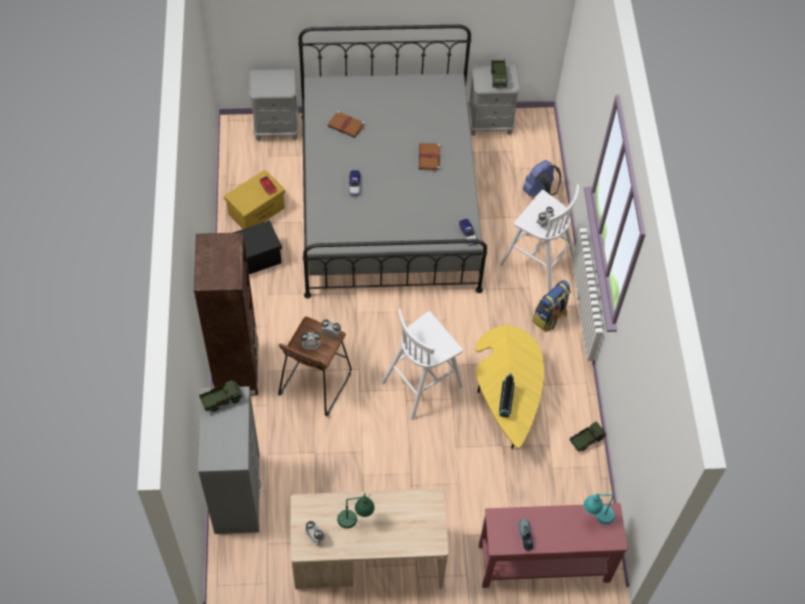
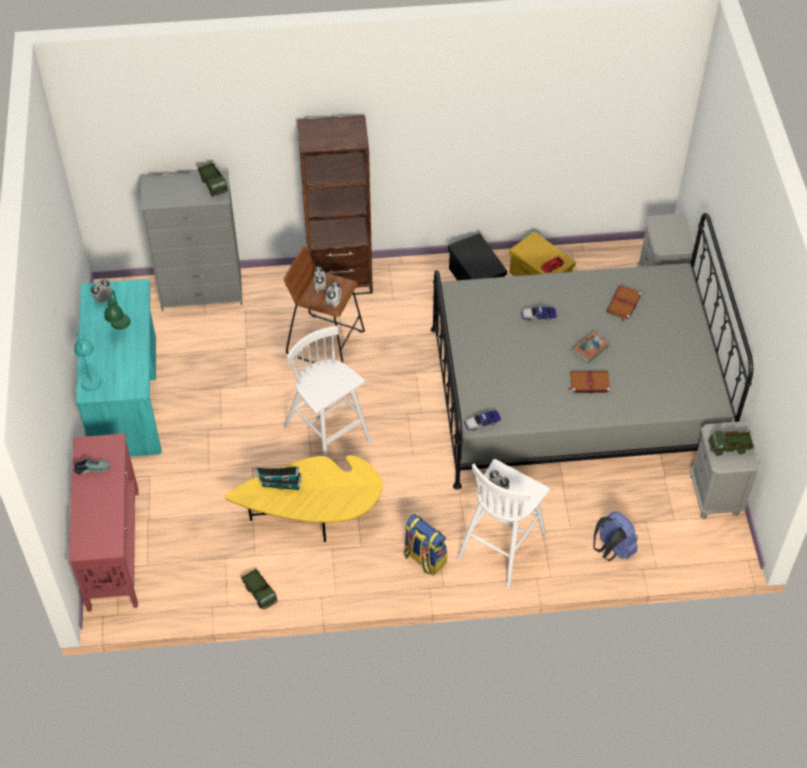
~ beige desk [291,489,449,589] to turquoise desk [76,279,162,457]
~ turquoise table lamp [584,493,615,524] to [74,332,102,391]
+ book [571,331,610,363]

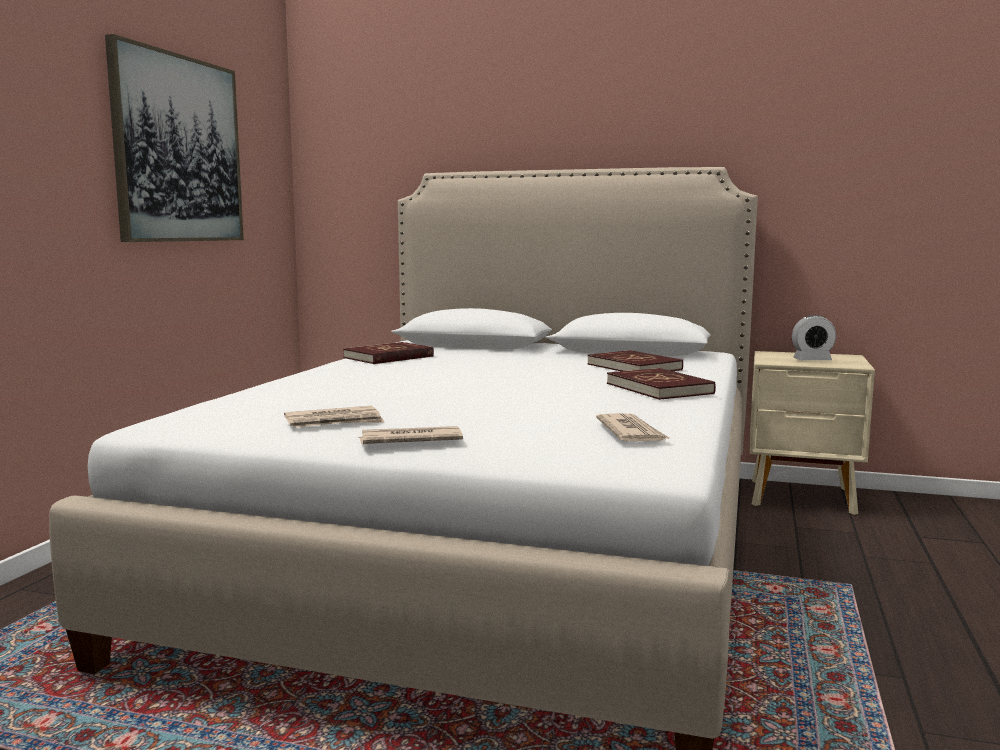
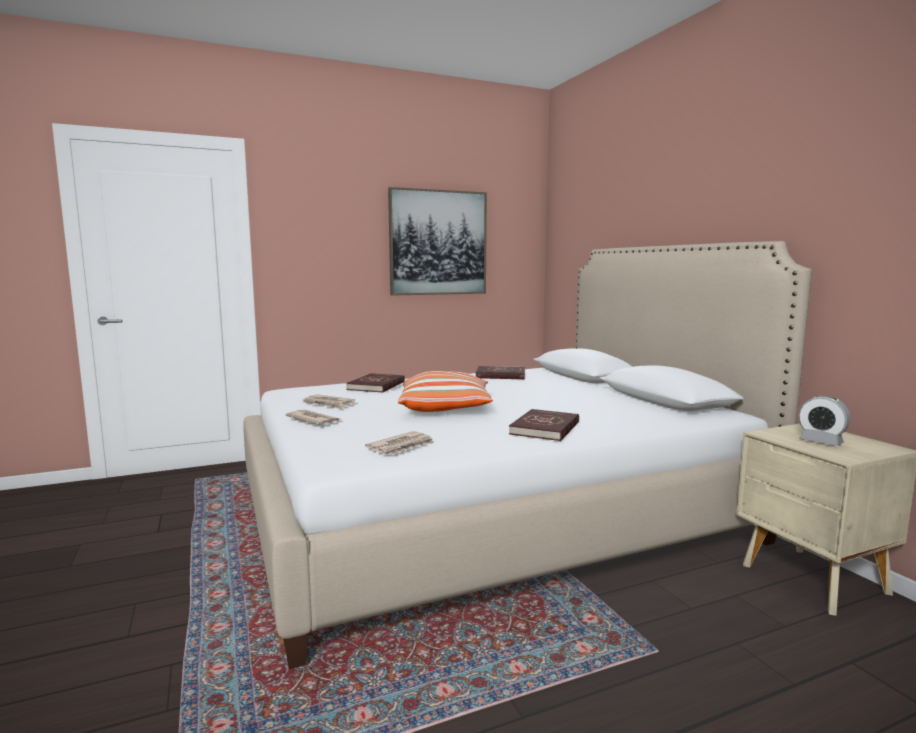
~ red book [587,350,683,371] to [346,373,405,393]
+ pillow [398,371,493,412]

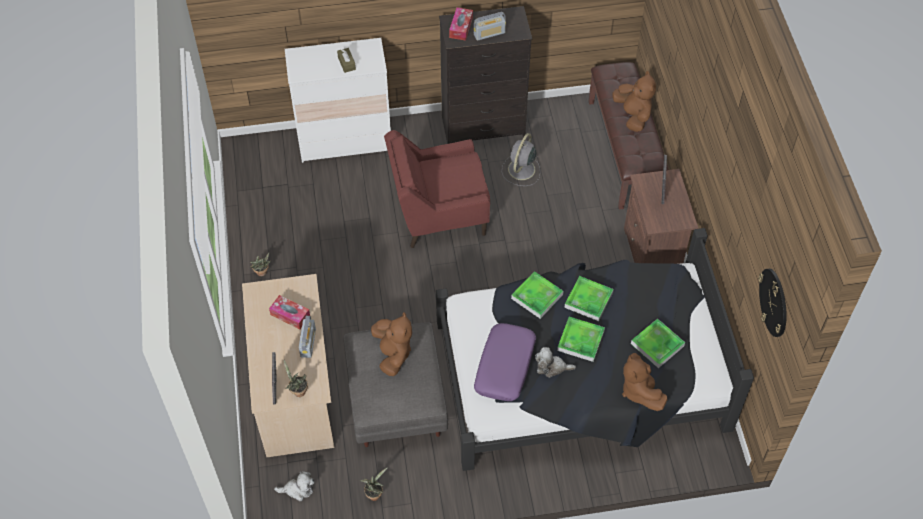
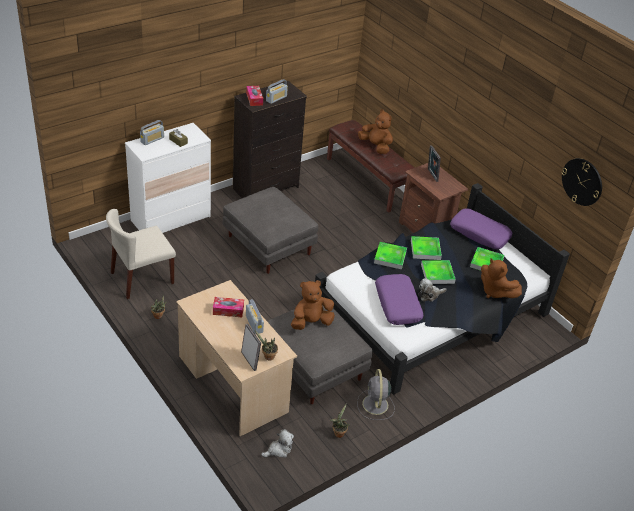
~ brown plush toy [371,312,412,376] = [291,280,335,330] 75 degrees counterclockwise
~ red armchair [384,130,490,248] to grey ottoman [223,187,318,274]
~ grey fan [502,133,540,186] to [357,369,395,420]
+ beige chair [106,209,176,299]
+ radio [140,120,164,145]
+ purple pillow [450,208,512,249]

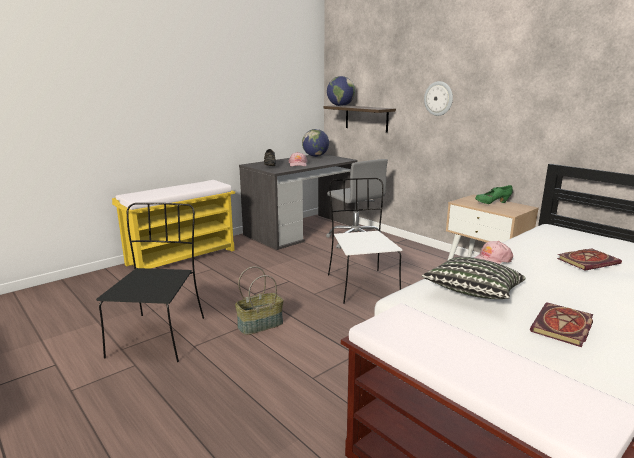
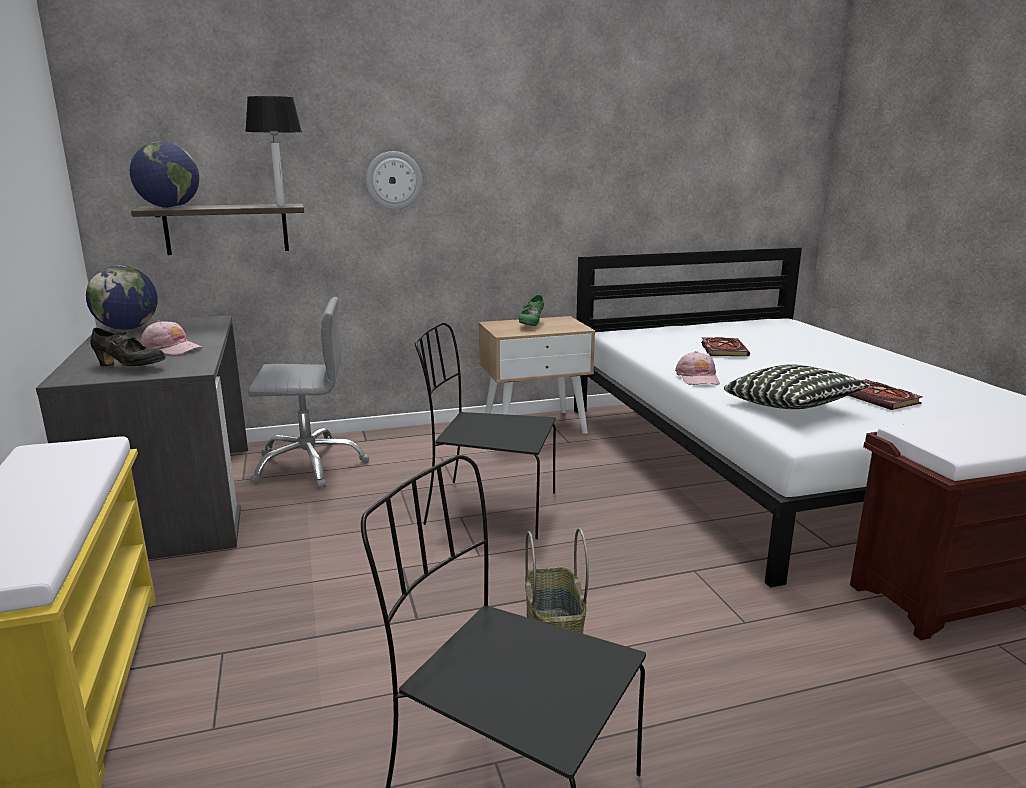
~ white chair [328,178,403,304] to black chair [415,323,556,539]
+ table lamp [245,96,302,206]

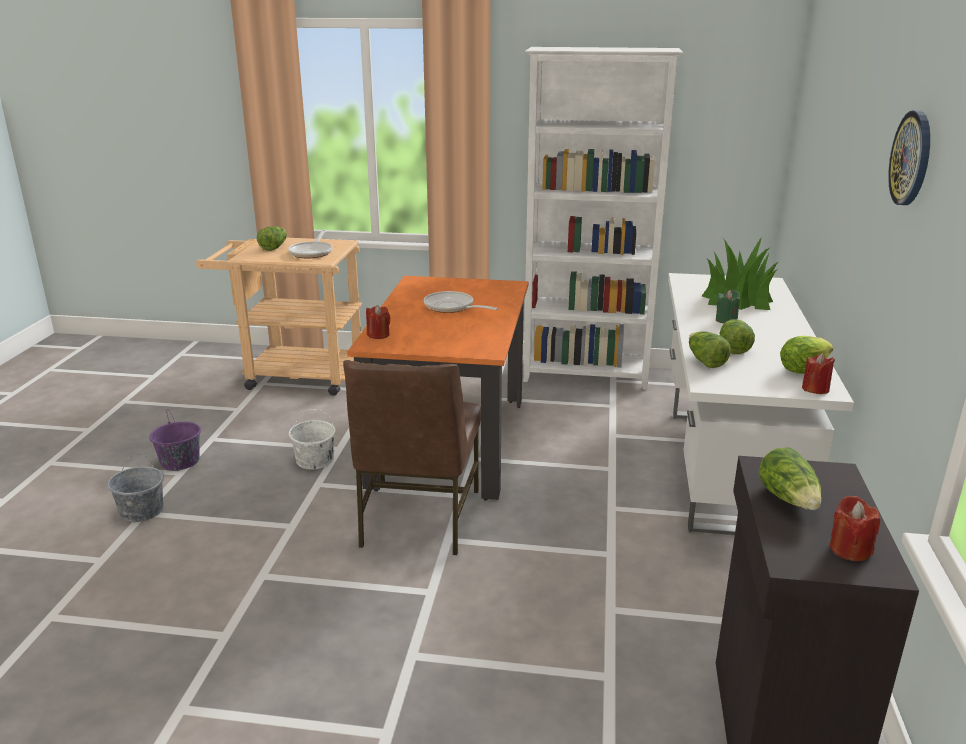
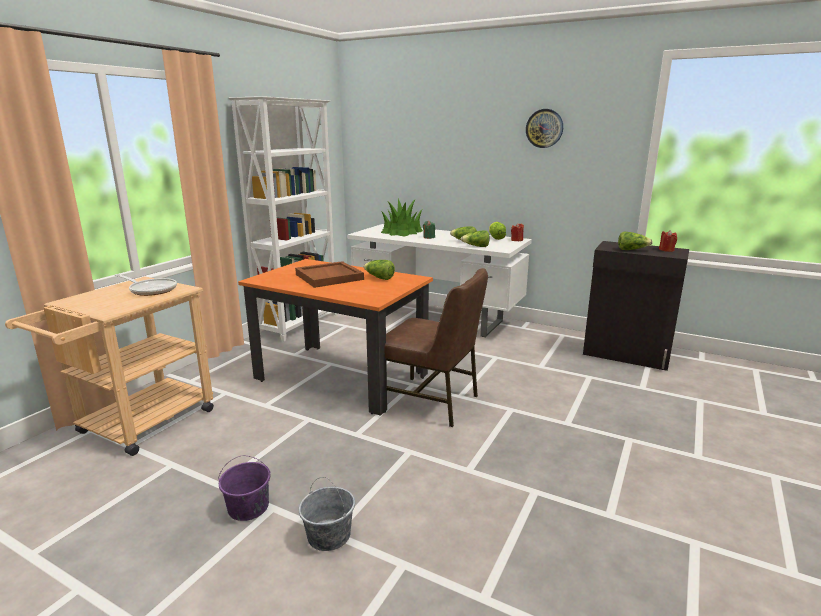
~ lettuce [257,226,287,251] to [363,260,395,280]
- white bucket [289,409,336,469]
- red candle [366,305,391,339]
~ frying pan [424,291,498,313] to brown tray [295,261,364,288]

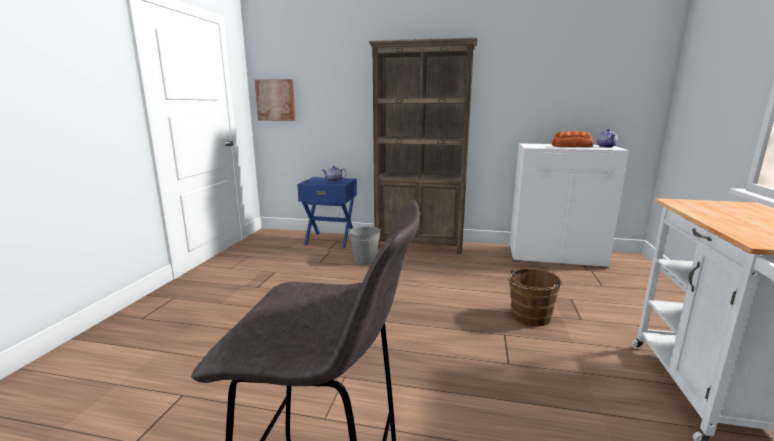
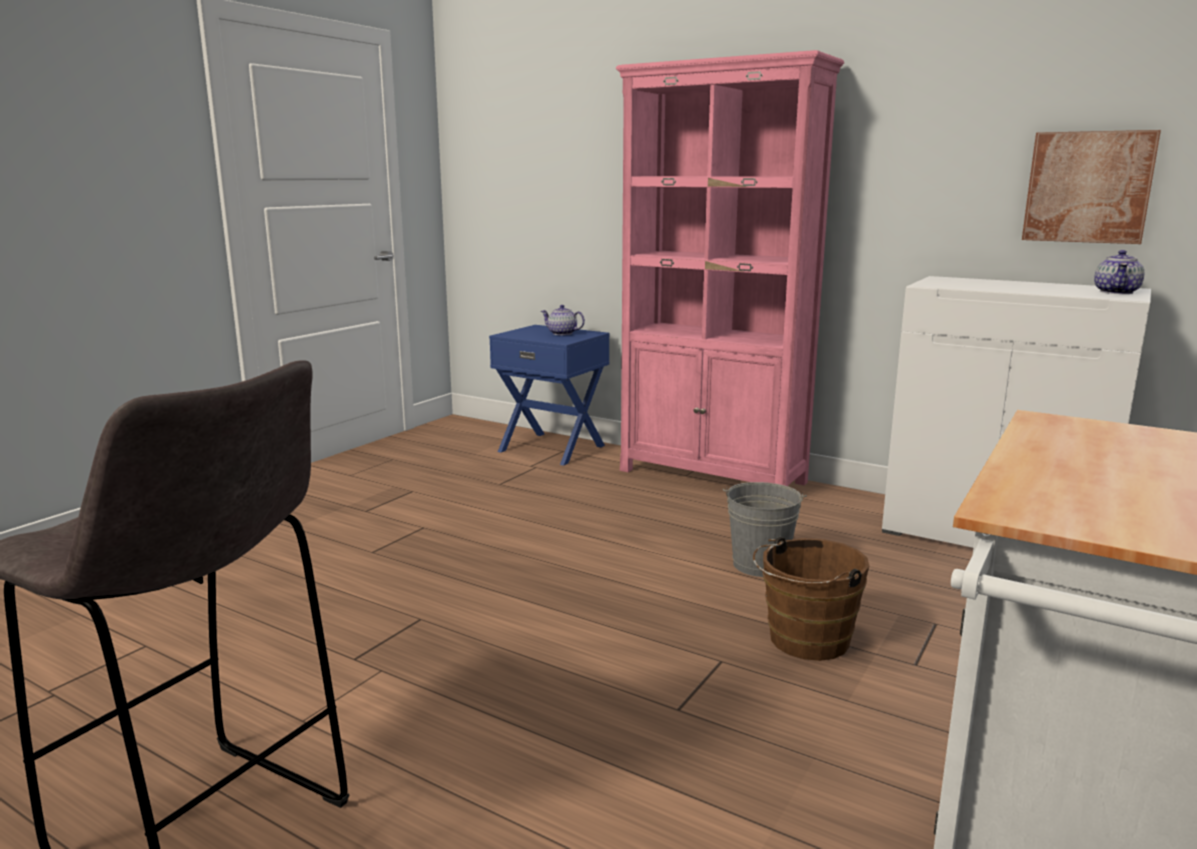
~ picture [255,79,296,121] to [1022,130,1161,244]
~ grey bucket [347,226,382,265] to [723,482,807,577]
~ brown bookcase [369,37,477,254] to pink bookcase [616,50,844,486]
- bread [552,131,593,147]

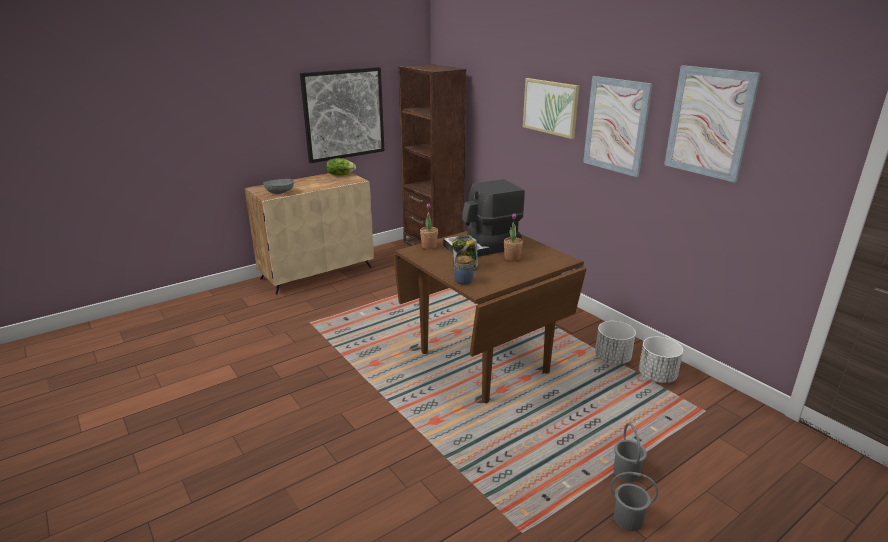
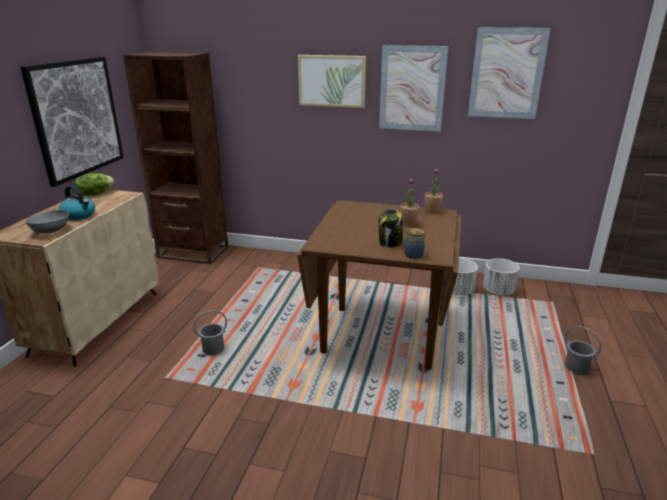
~ potted plant [420,204,438,249] to [425,168,443,214]
- coffee machine [443,179,525,257]
~ grey bucket [610,472,658,531] to [193,310,227,355]
+ kettle [59,185,95,220]

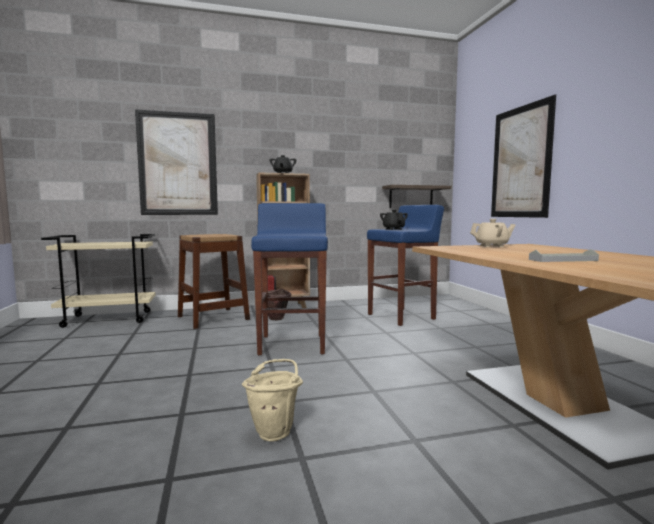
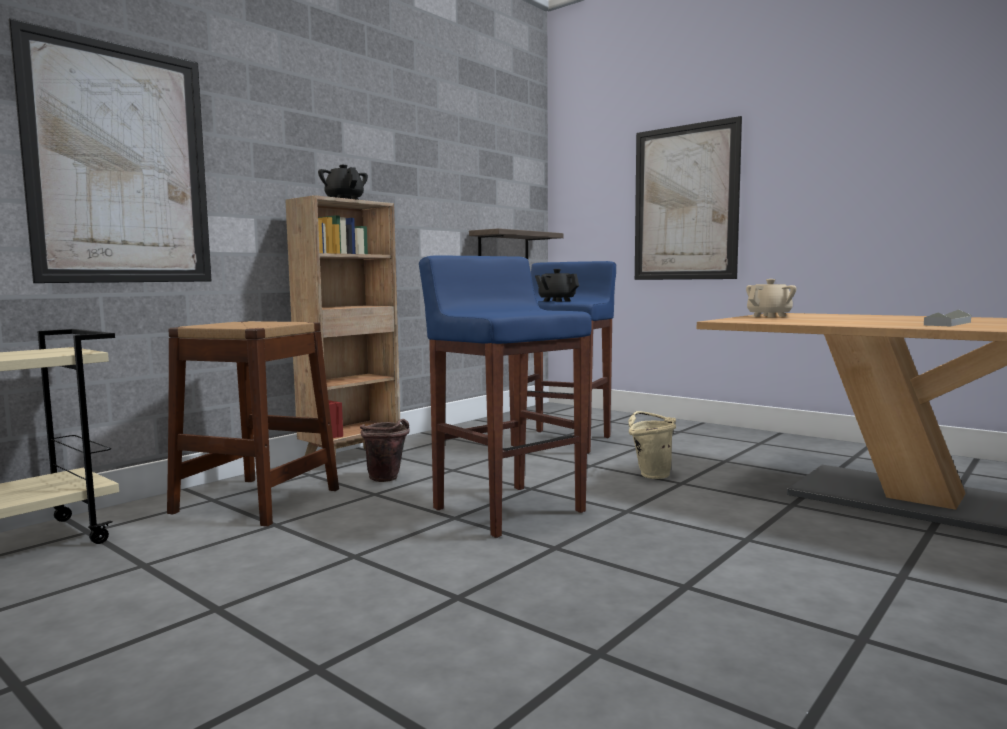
~ beige bucket [242,359,303,441] to [629,411,676,479]

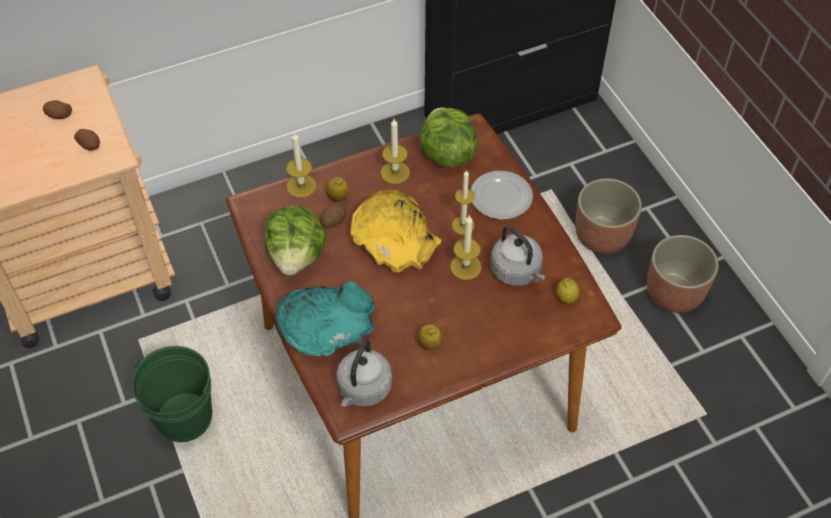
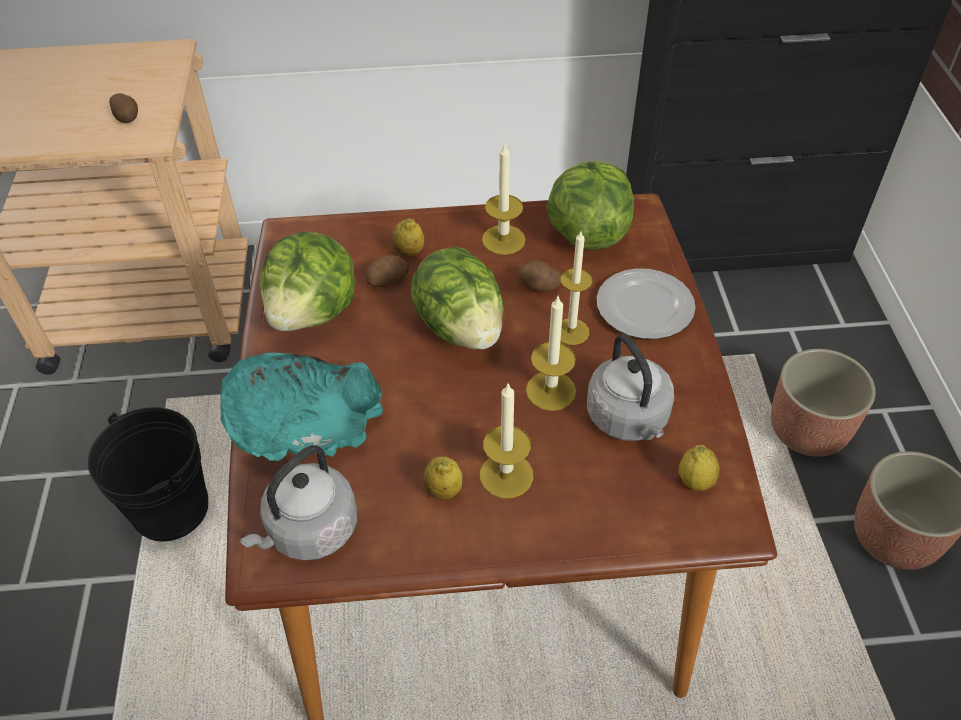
~ potato [43,100,72,119] to [518,261,561,292]
~ green bucket [132,346,212,442] to black bucket [88,407,208,542]
~ candle [286,132,316,198] to [480,383,533,499]
~ yellow bowl [350,190,441,273] to lettuce [411,247,504,350]

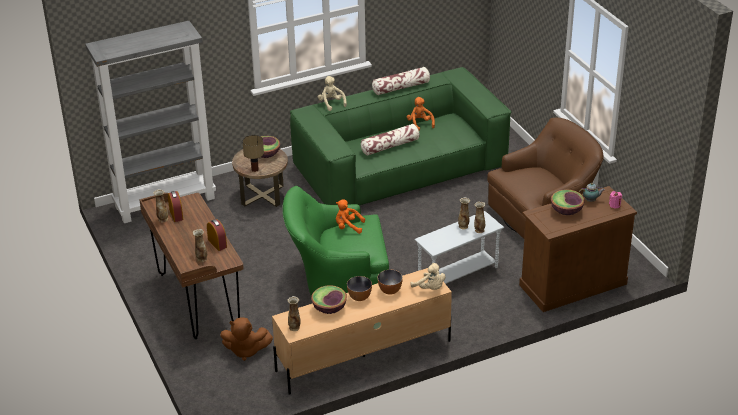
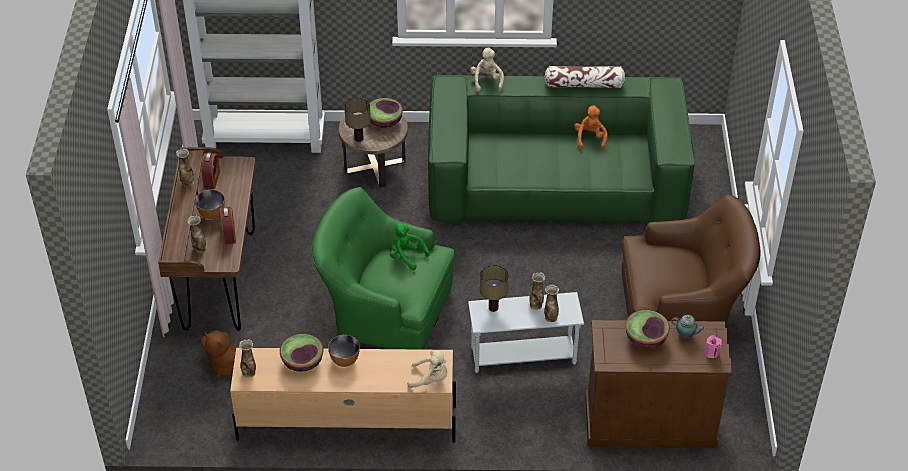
~ orange plush toy [336,199,365,234] to green plush toy [390,223,430,270]
- pillow [361,124,420,156]
~ bowl [378,270,403,295] to [195,190,225,219]
~ beige plush toy [410,263,445,290] = [407,351,447,388] 60 degrees counterclockwise
+ table lamp [480,265,509,312]

